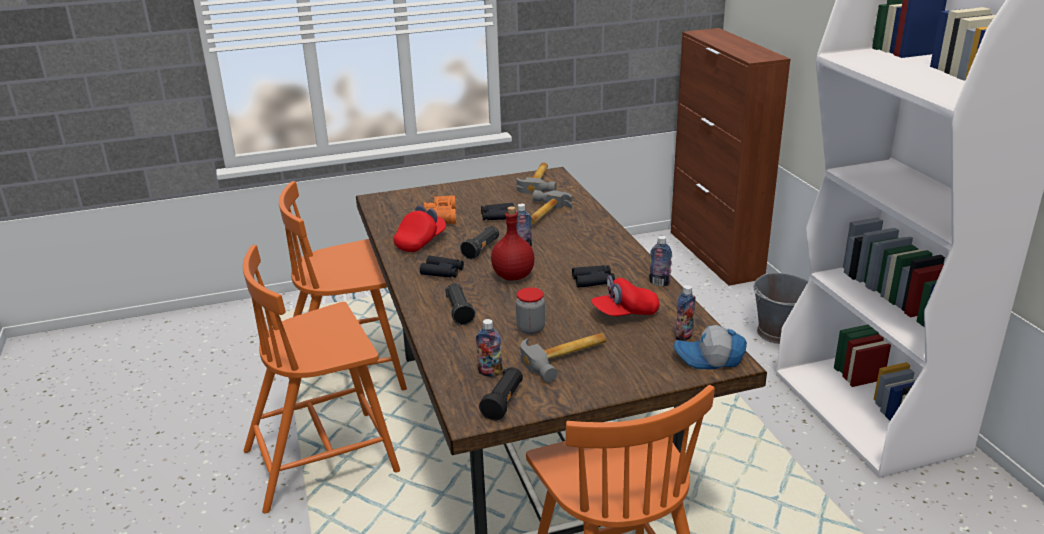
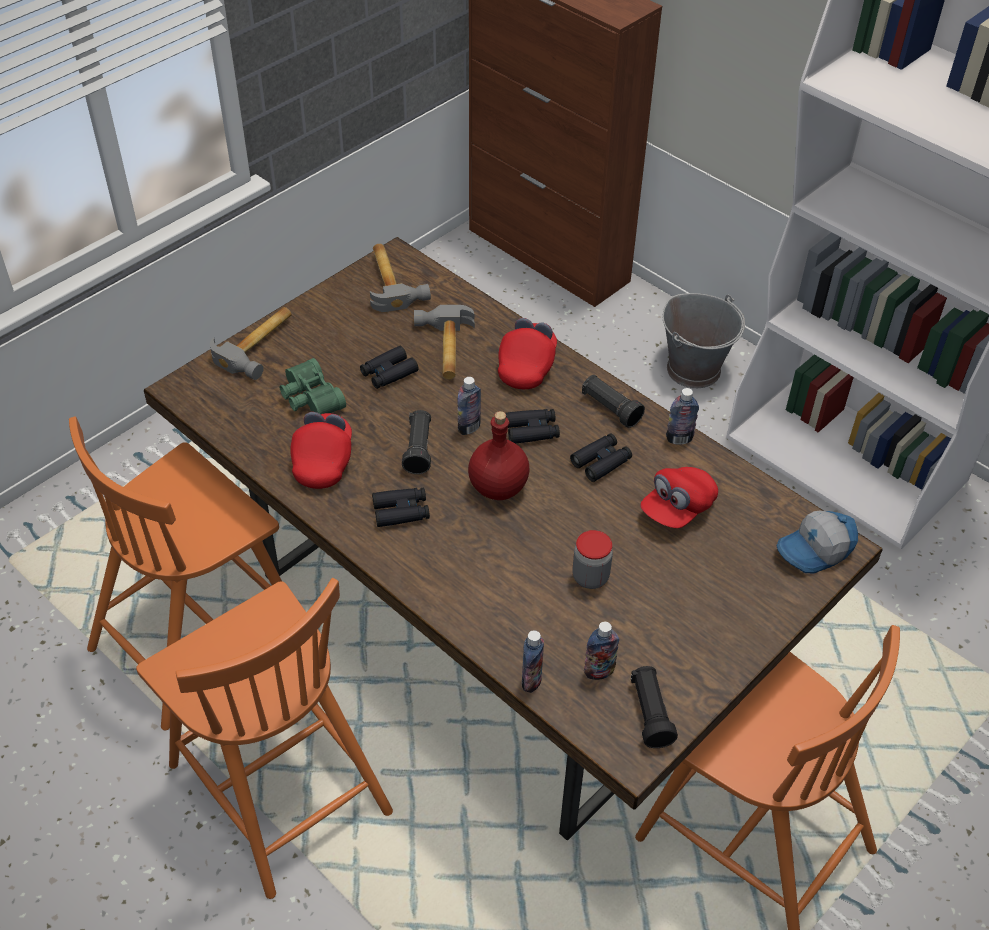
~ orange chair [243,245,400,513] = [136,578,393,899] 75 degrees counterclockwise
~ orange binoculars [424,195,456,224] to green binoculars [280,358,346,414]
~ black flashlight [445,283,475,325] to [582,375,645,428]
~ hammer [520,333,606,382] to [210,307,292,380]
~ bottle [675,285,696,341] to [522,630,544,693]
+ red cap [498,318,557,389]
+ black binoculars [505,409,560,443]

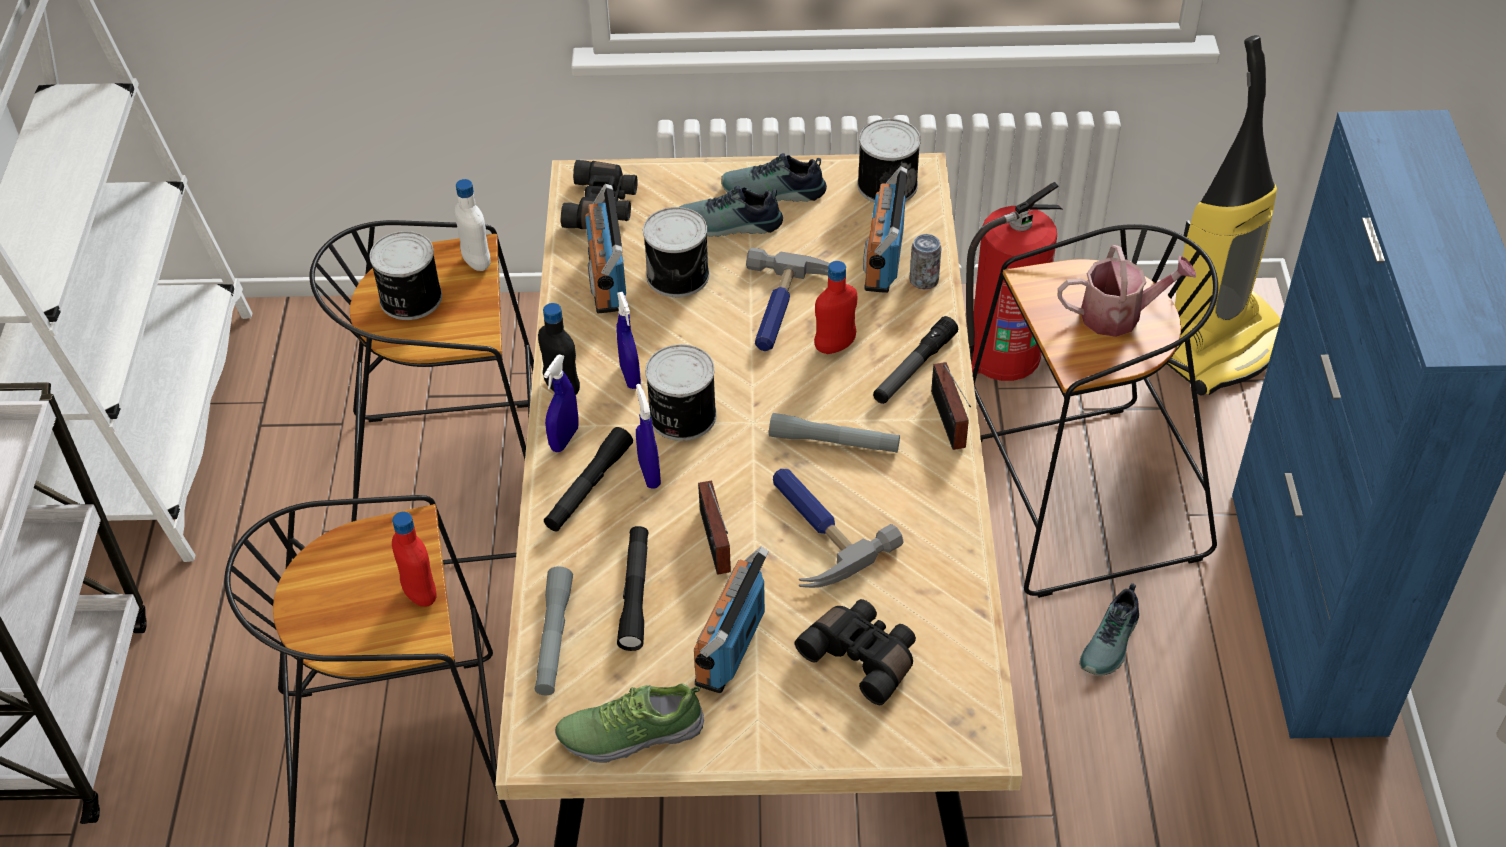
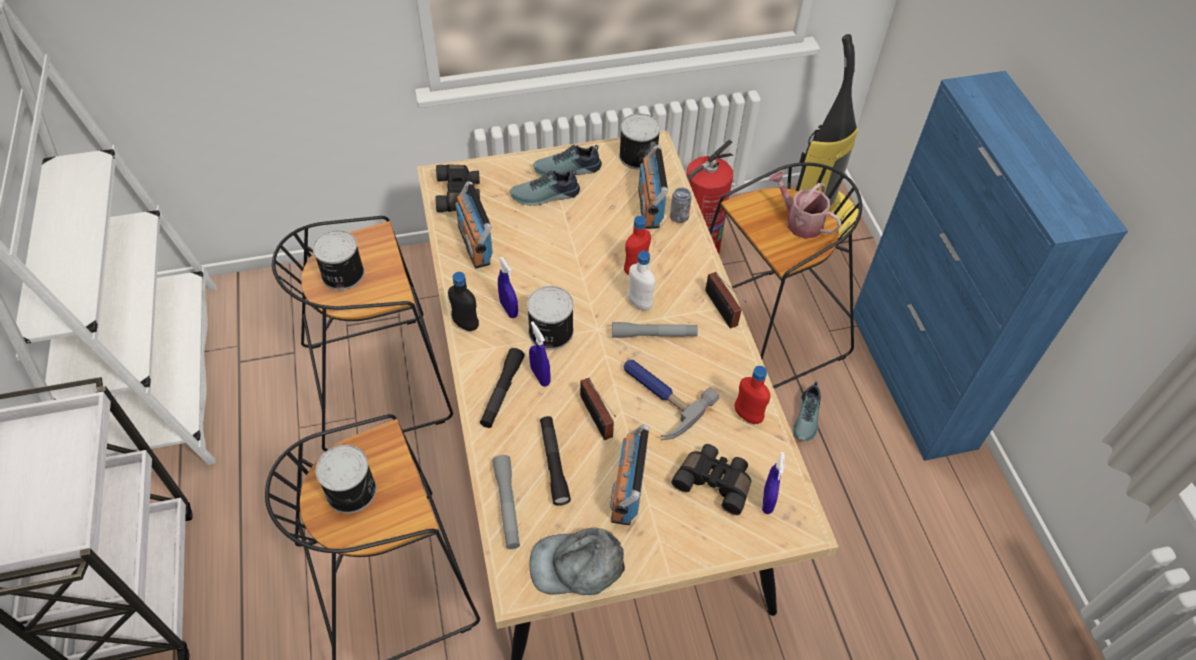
~ red bottle [392,512,437,607] to [734,366,770,424]
~ white bottle [455,179,491,271] to [627,251,655,311]
~ blue spray bottle [543,354,579,452] to [762,452,785,514]
~ shoe [555,683,704,763] to grey cap [530,527,625,595]
~ can [643,207,709,297] to [315,445,376,514]
- hammer [746,248,830,351]
- flashlight [873,316,958,404]
~ watering can [1058,245,1196,337] = [769,171,842,239] 120 degrees counterclockwise

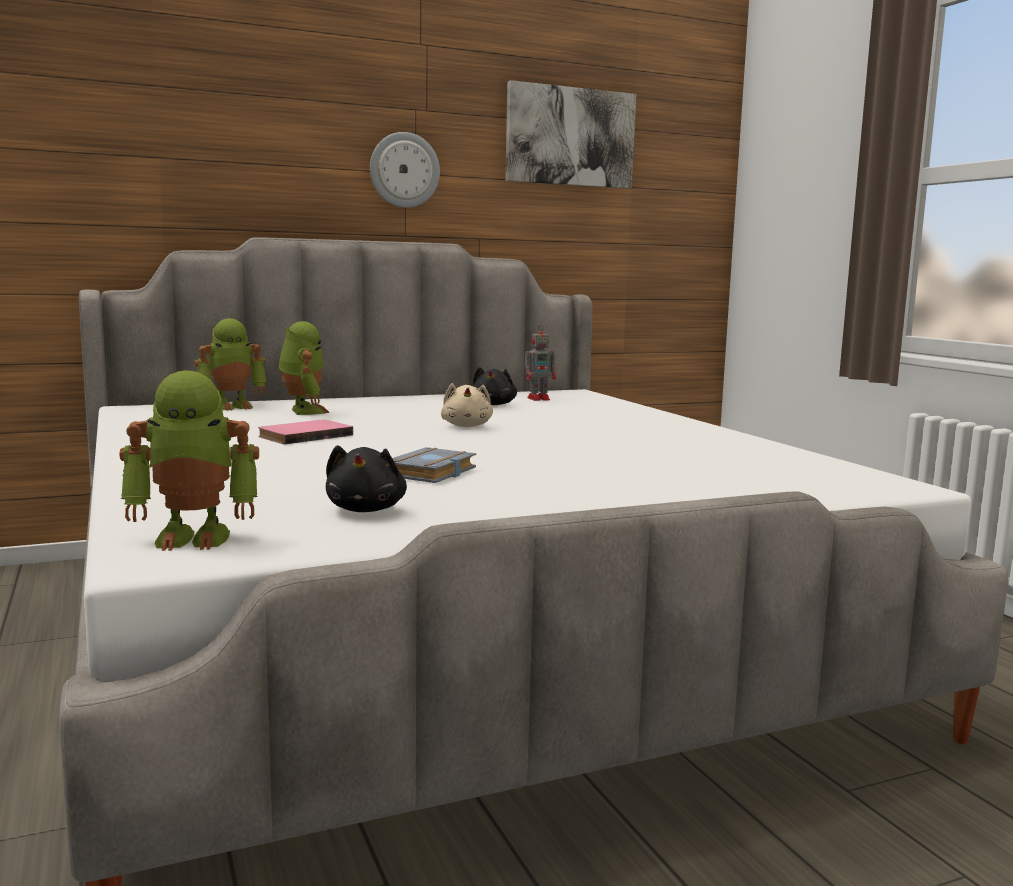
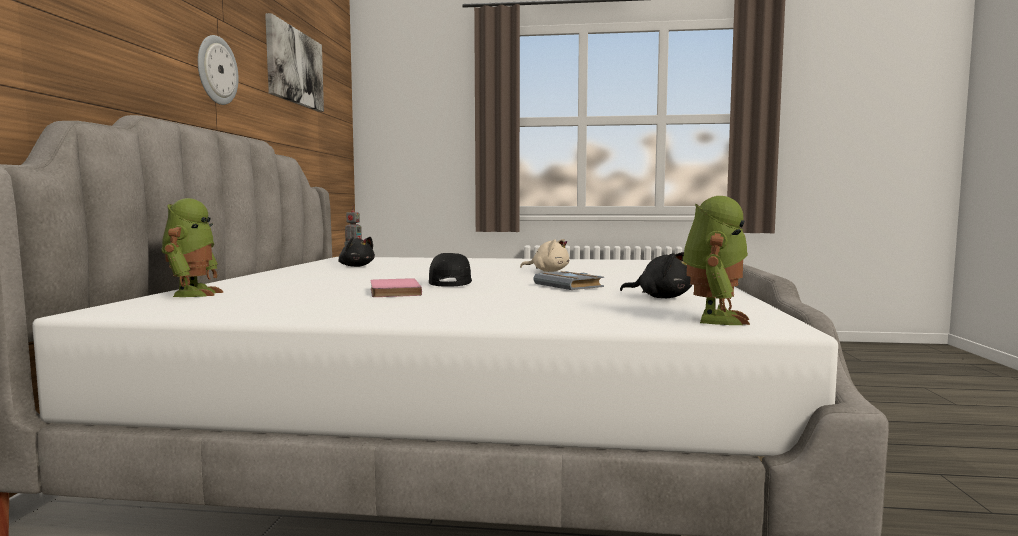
- toy robot [278,321,329,415]
~ beige plush toy [441,383,493,427] to [520,239,569,272]
+ black cap [429,253,472,287]

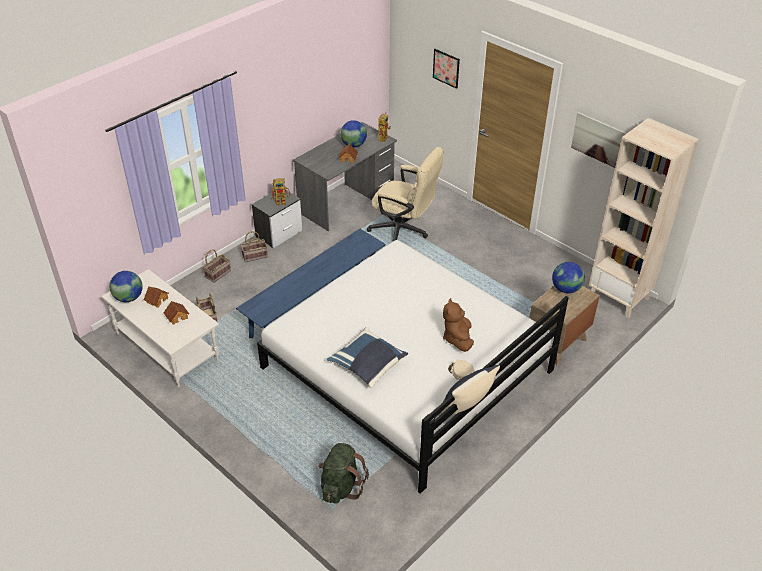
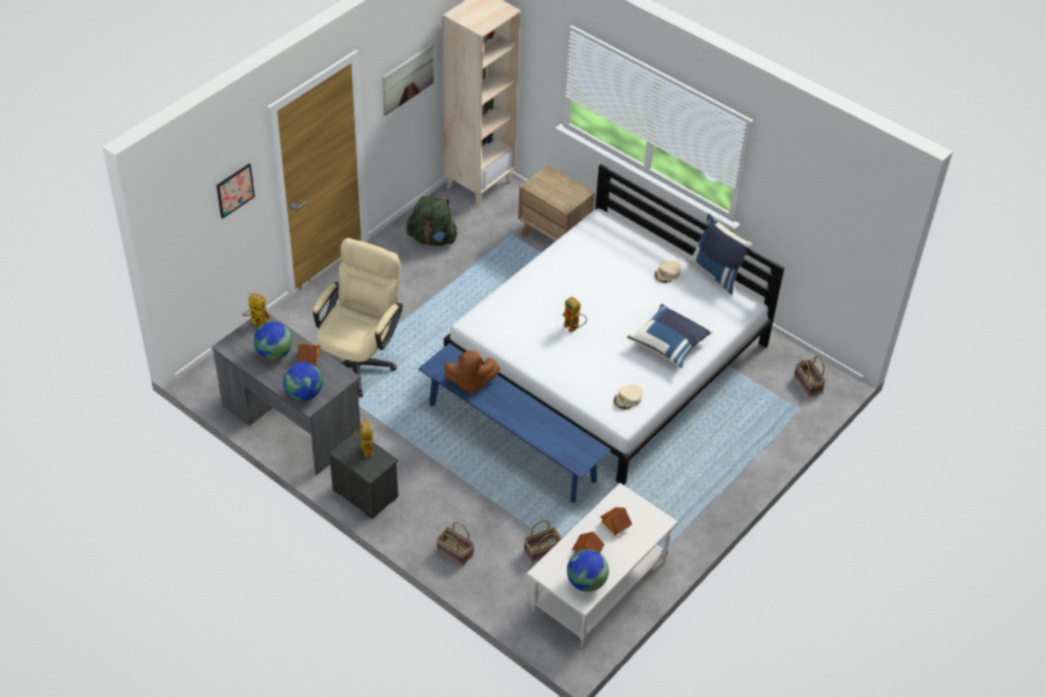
~ basket [241,231,268,262] to [794,356,826,397]
~ green backpack [318,443,369,504] to [407,195,458,246]
~ brown plush toy [443,298,474,352] to [444,350,500,395]
~ globe [552,262,585,293] to [283,362,323,401]
+ toy robot [562,296,587,333]
+ beige cap [613,384,643,410]

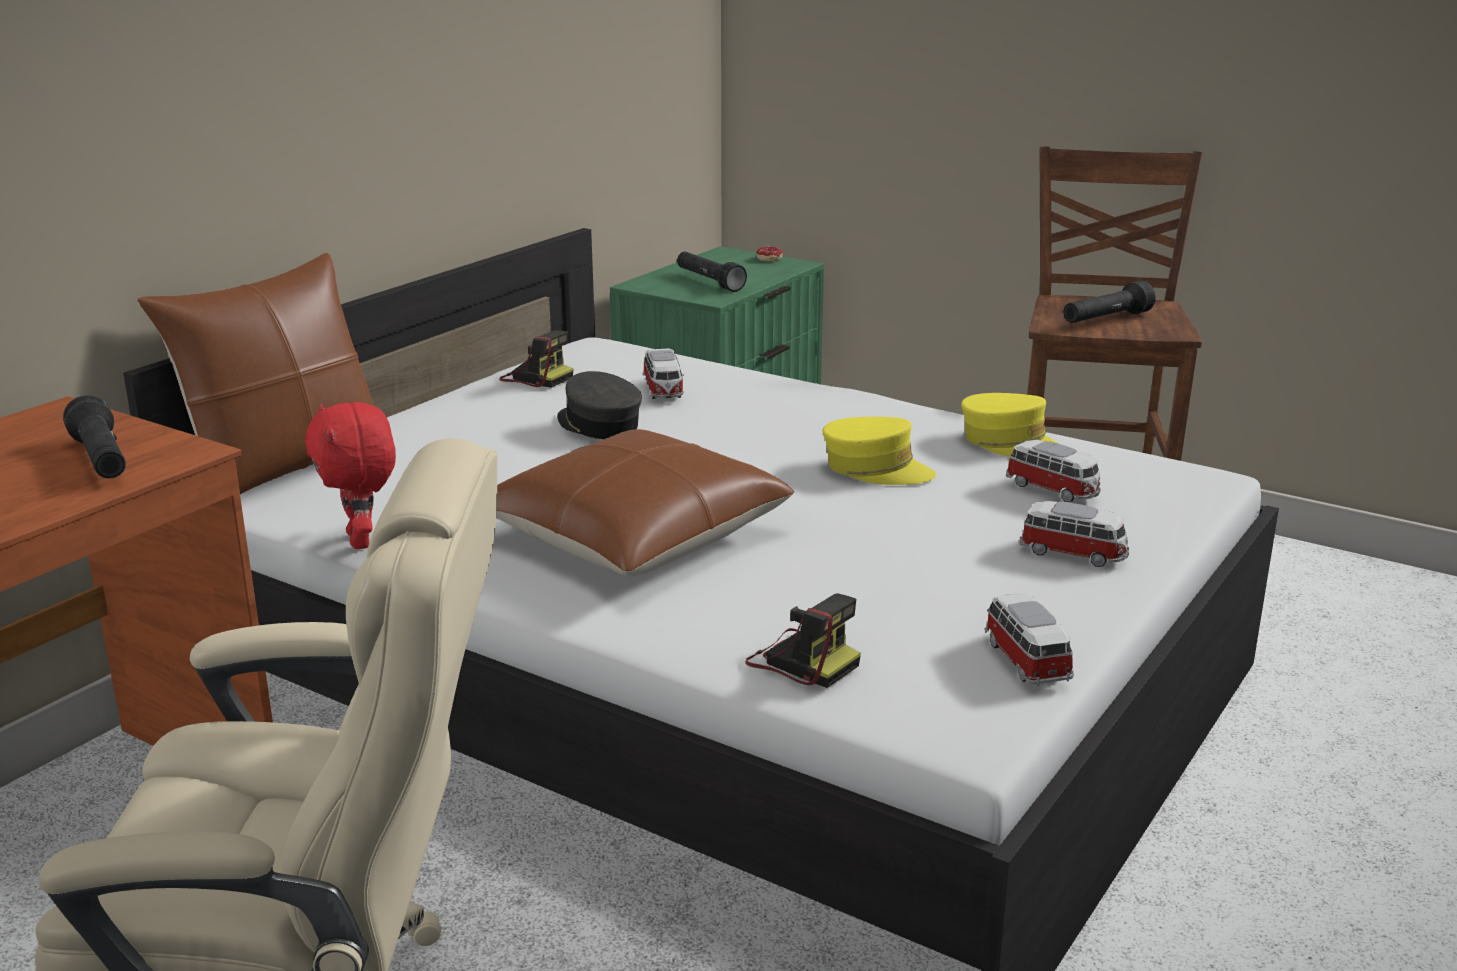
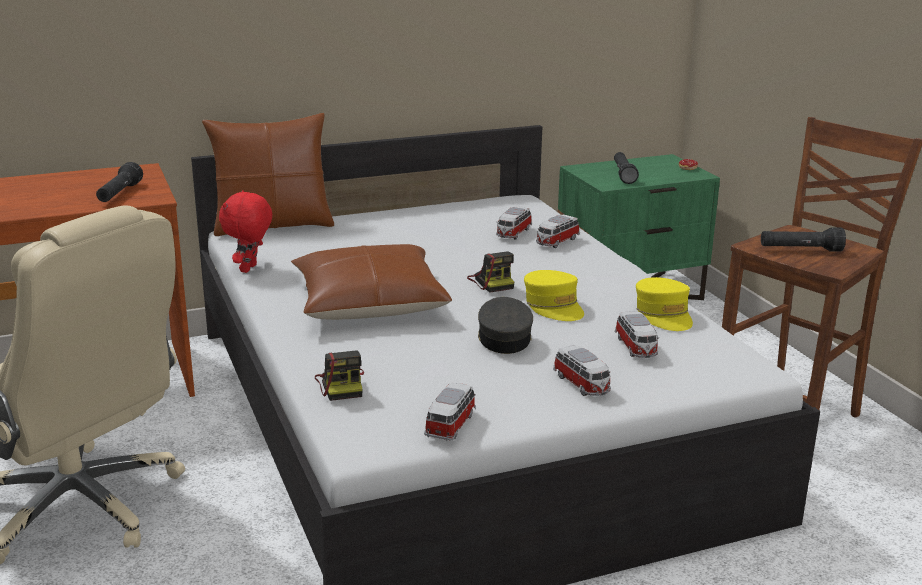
~ photo camera [499,330,573,388] to [467,251,514,292]
~ grey cap [557,371,642,439] to [478,297,533,354]
+ toy car [536,215,580,248]

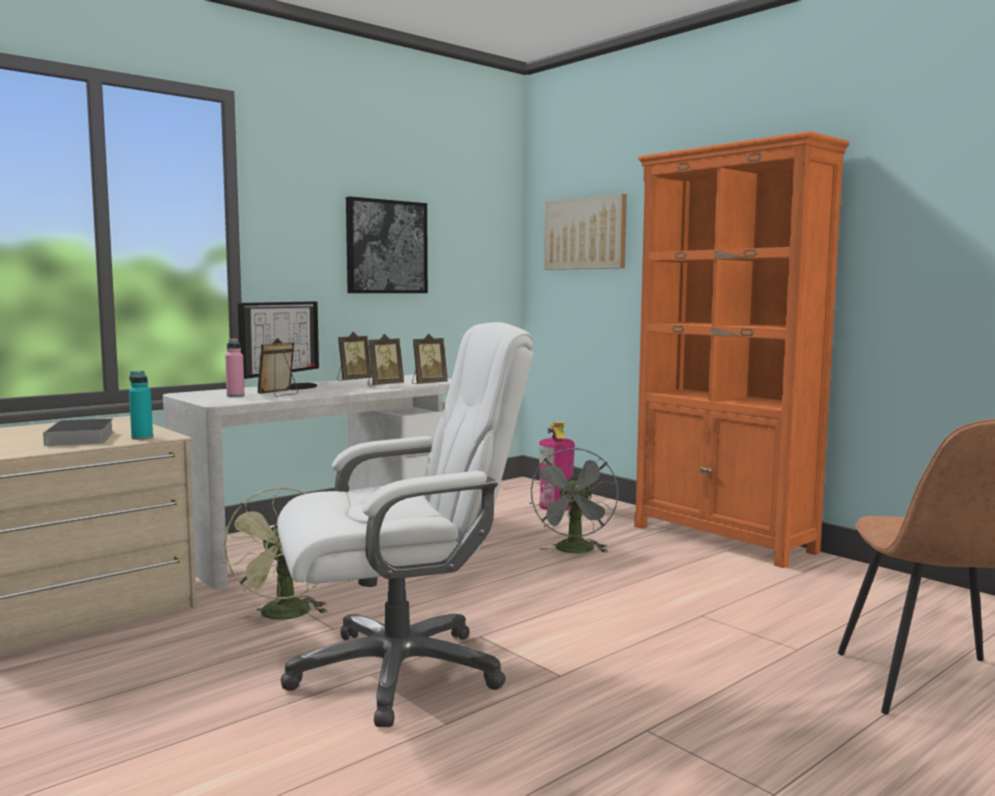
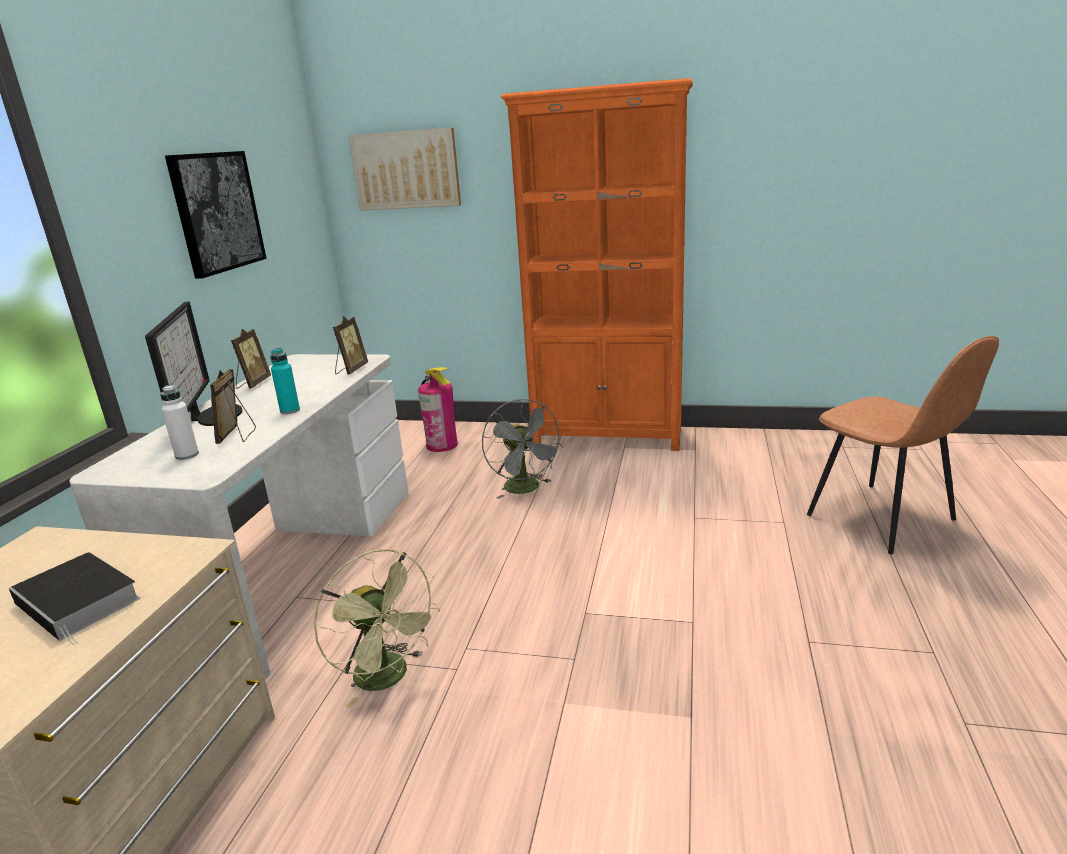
~ turquoise bottle [129,371,153,440] to [270,348,300,414]
~ pink bottle [225,338,245,397] to white bottle [160,385,199,460]
- white office chair [278,322,534,727]
- picture frame [368,334,404,385]

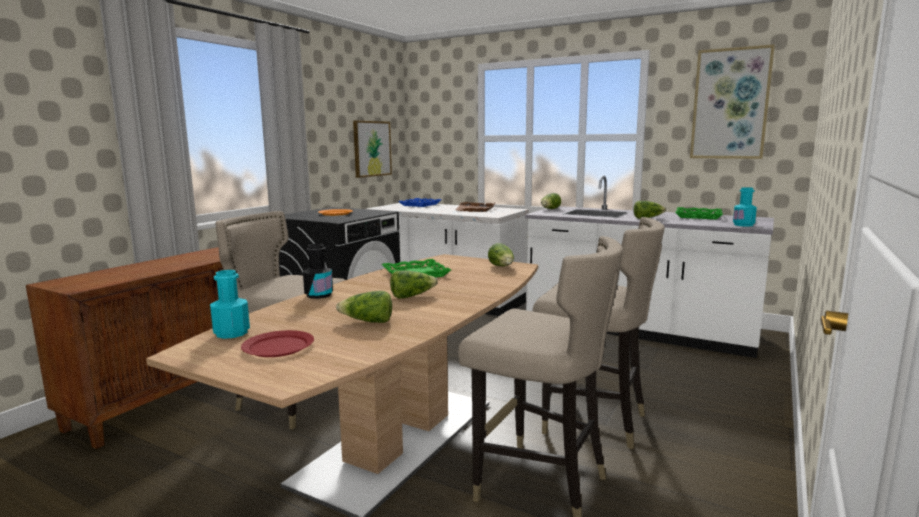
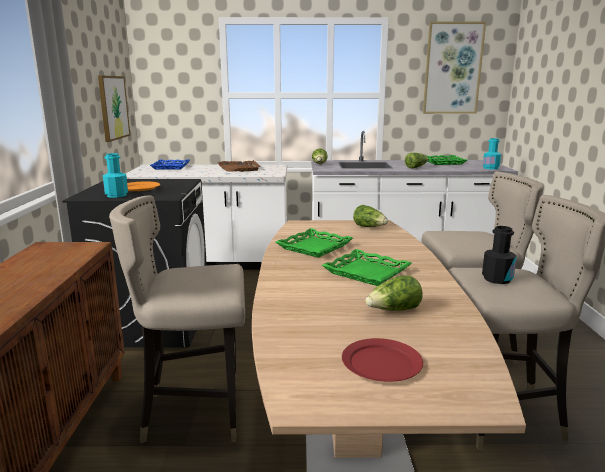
~ turquoise bottle [210,270,250,339] to [103,153,128,198]
~ black bottle [303,244,333,299] to [482,226,517,284]
~ lettuce [390,270,438,299] to green tray [322,249,412,286]

